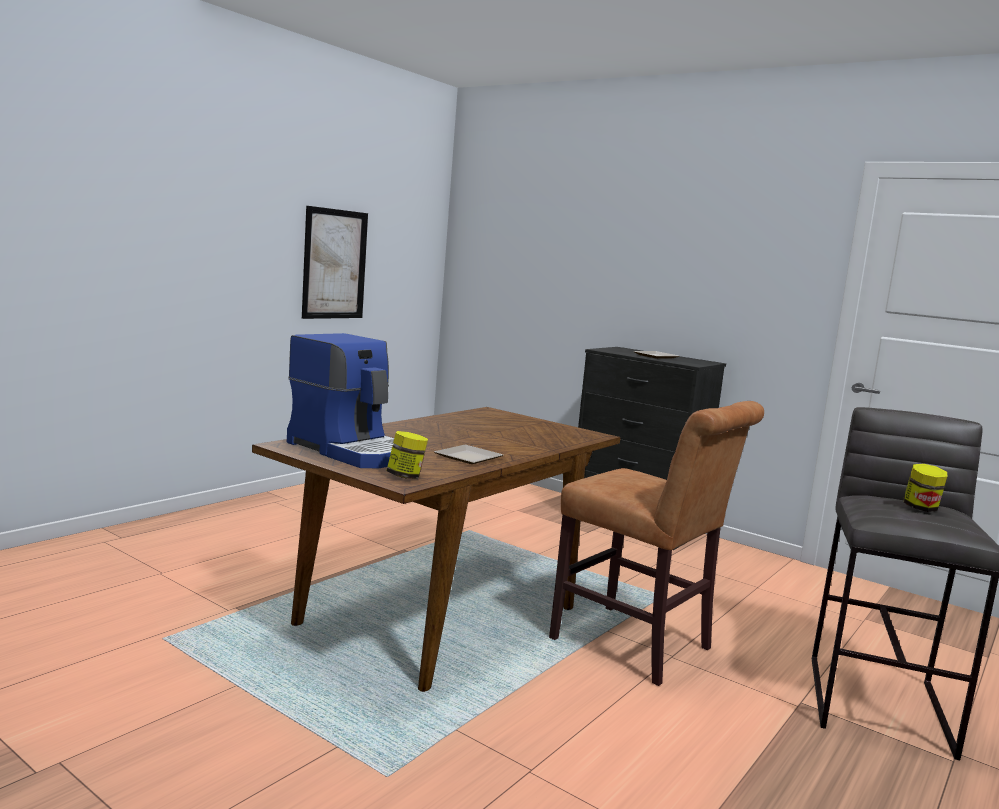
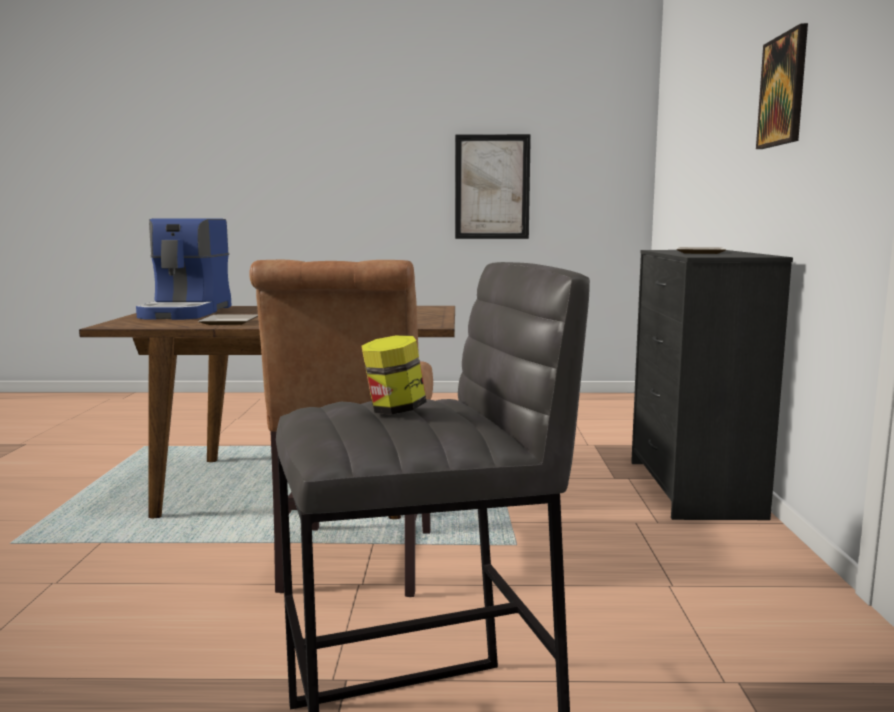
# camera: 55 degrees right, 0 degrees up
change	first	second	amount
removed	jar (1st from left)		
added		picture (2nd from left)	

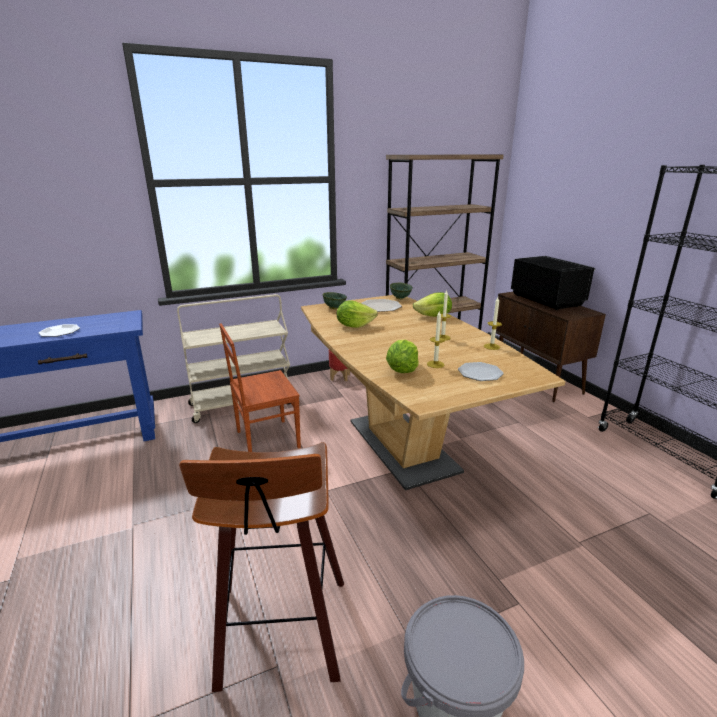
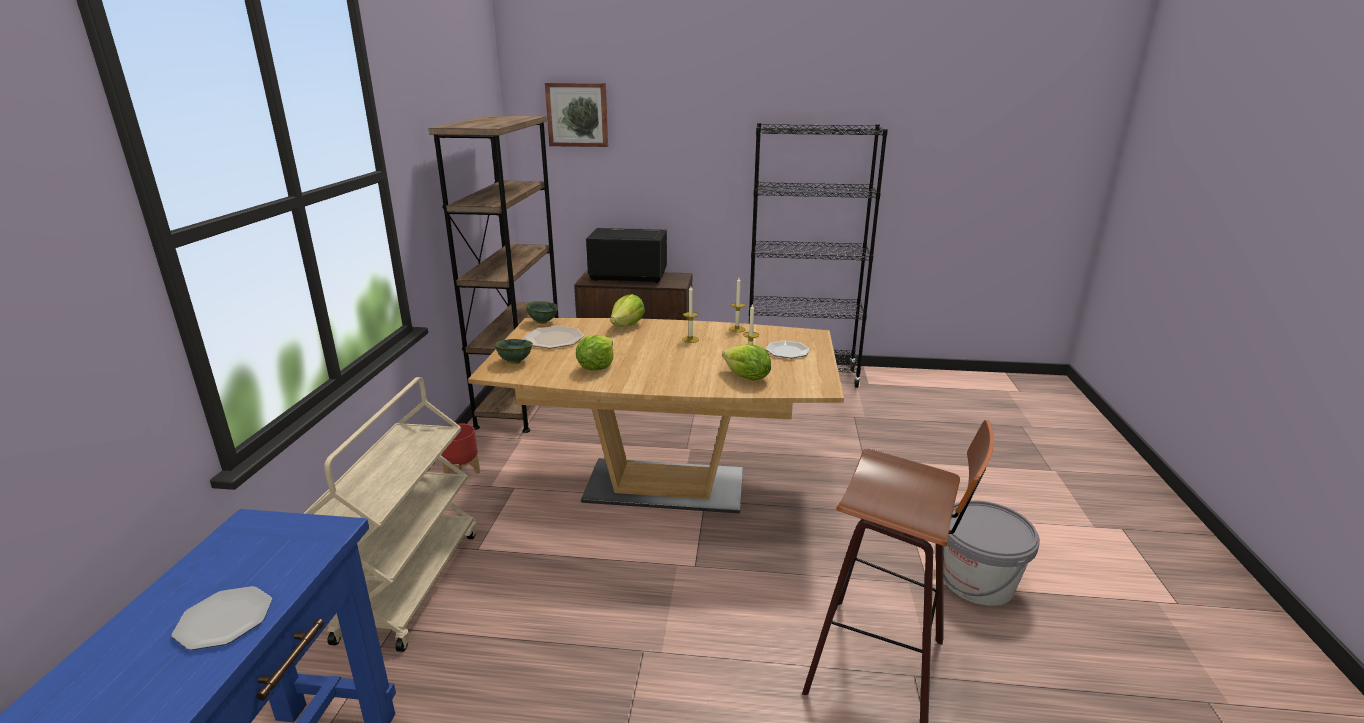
# camera: 60 degrees left, 0 degrees up
change	first	second	amount
removed	brown_chair		
added		picture	

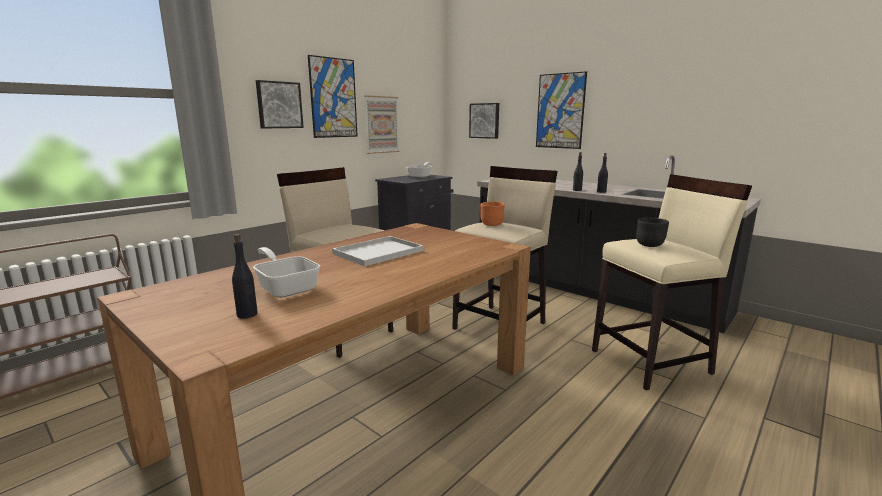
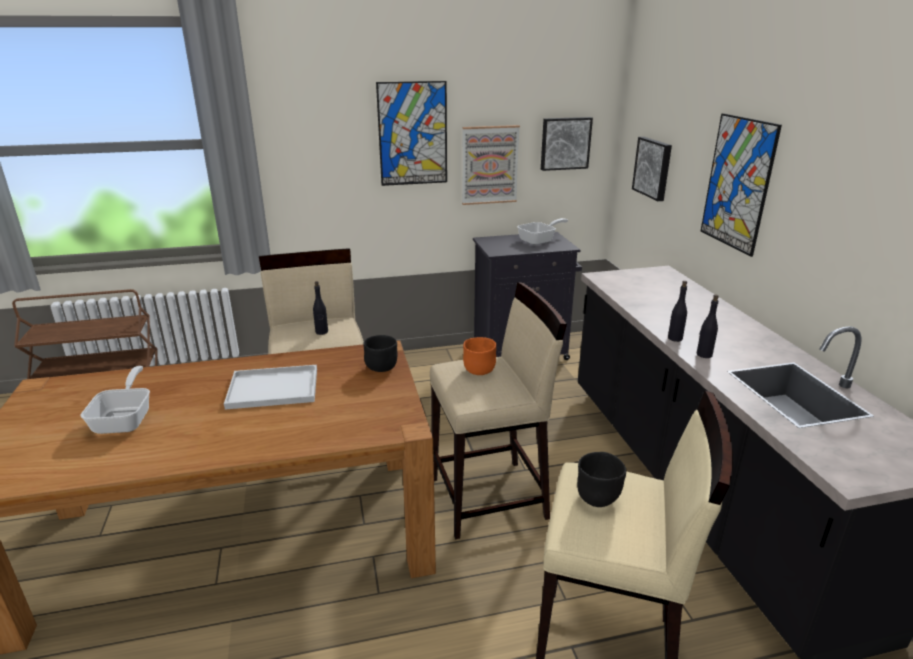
# camera: 35 degrees right, 10 degrees up
change	first	second	amount
moved	picture (1st from left in the first image)	picture (3rd from left)	
moved	black_bottle (1st from left)		
added		black_bowl (1st from left)	

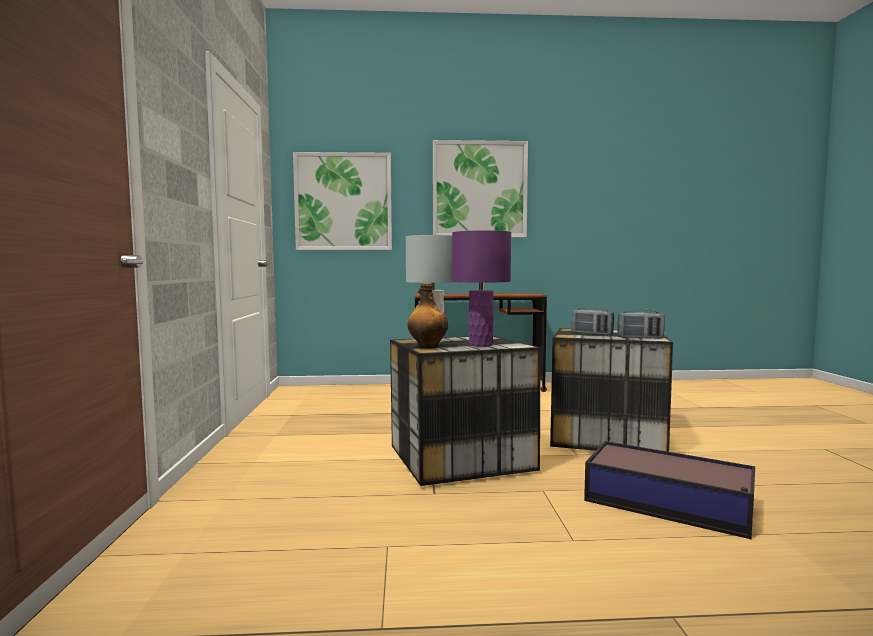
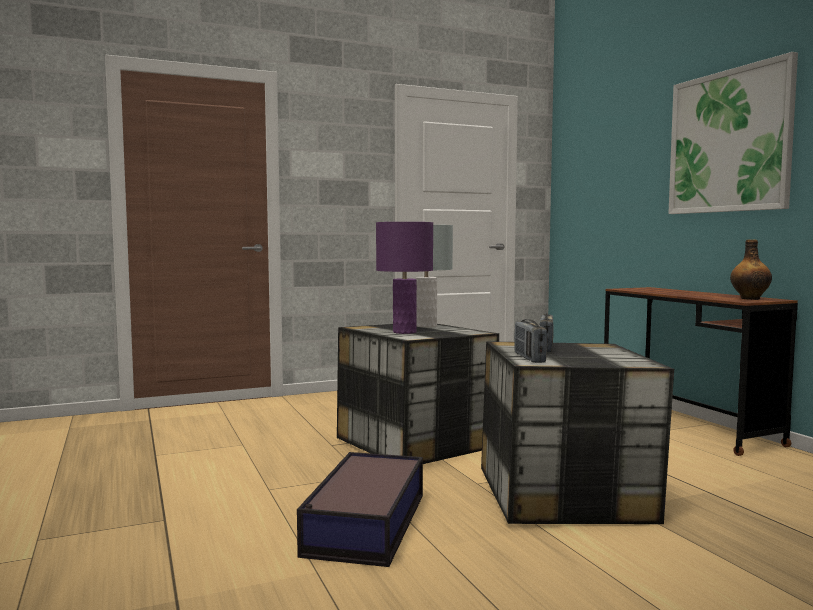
# camera: 70 degrees right, 0 degrees up
change	first	second	amount
removed	picture (1st from left)		
moved	bottle		

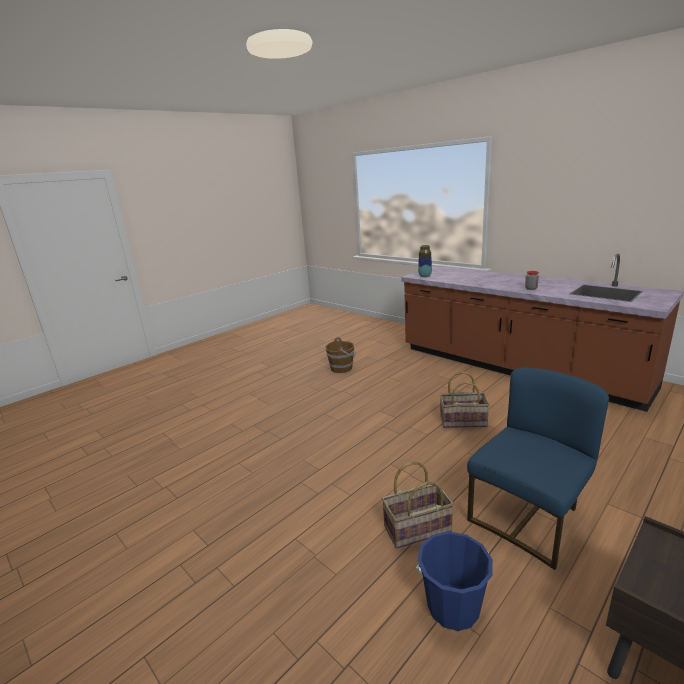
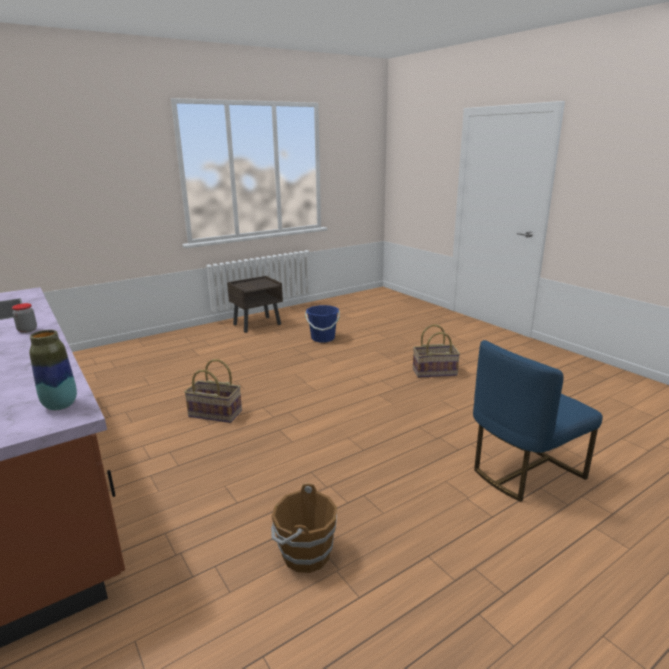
# camera: 170 degrees left, 0 degrees up
change	first	second	amount
moved	blue_chair		
moved	basket (1st from left in the first image)	basket (2nd from left)	

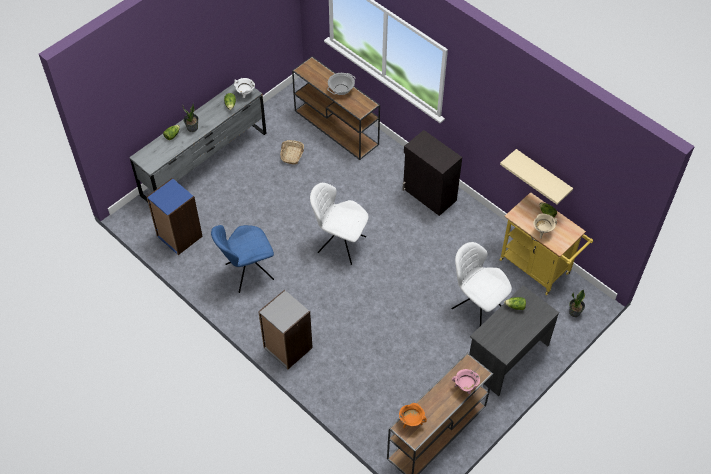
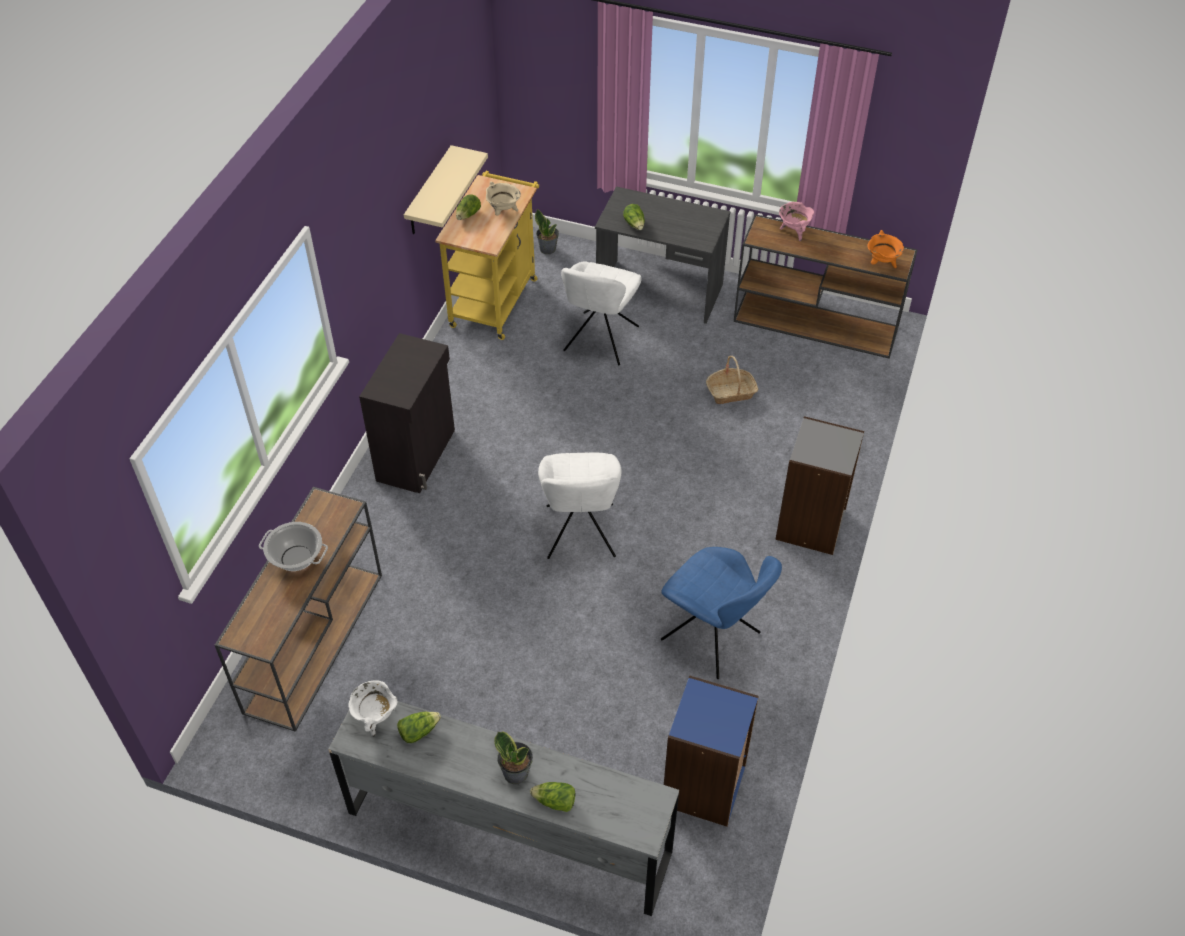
# camera: 115 degrees left, 5 degrees down
change	first	second	amount
moved	basket		

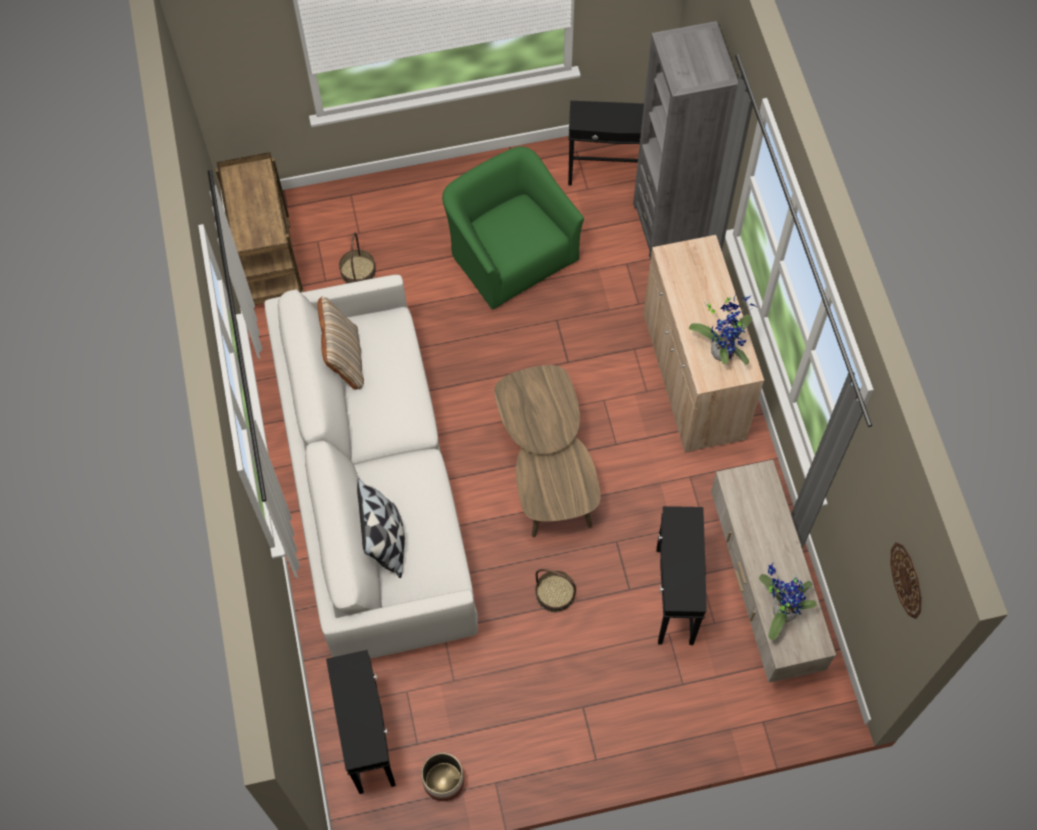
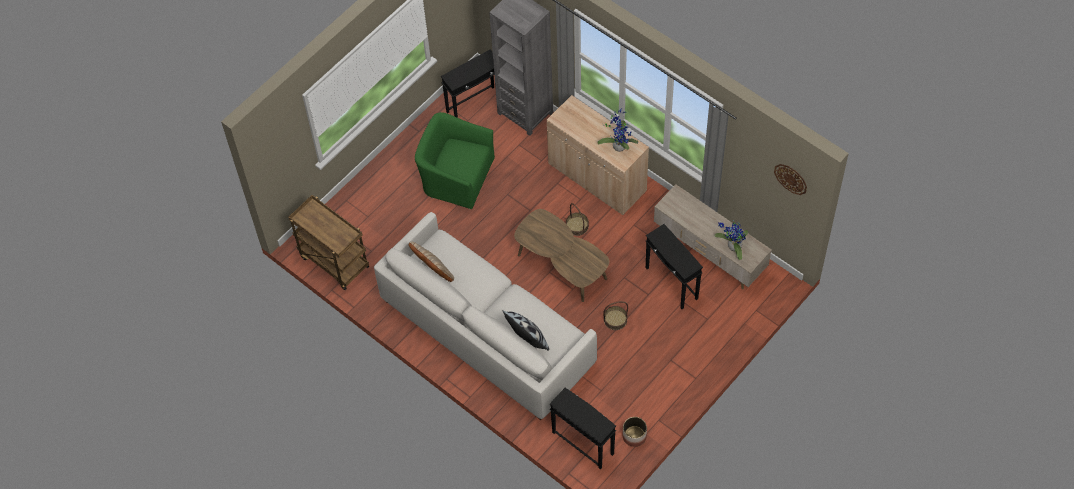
# camera: 35 degrees left, 5 degrees down
change	first	second	amount
moved	basket (1st from left)		

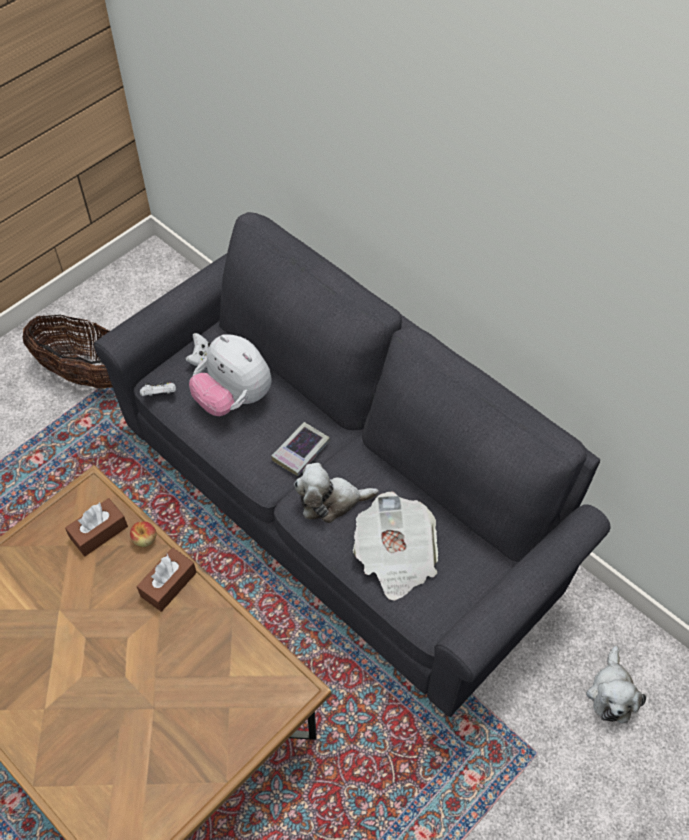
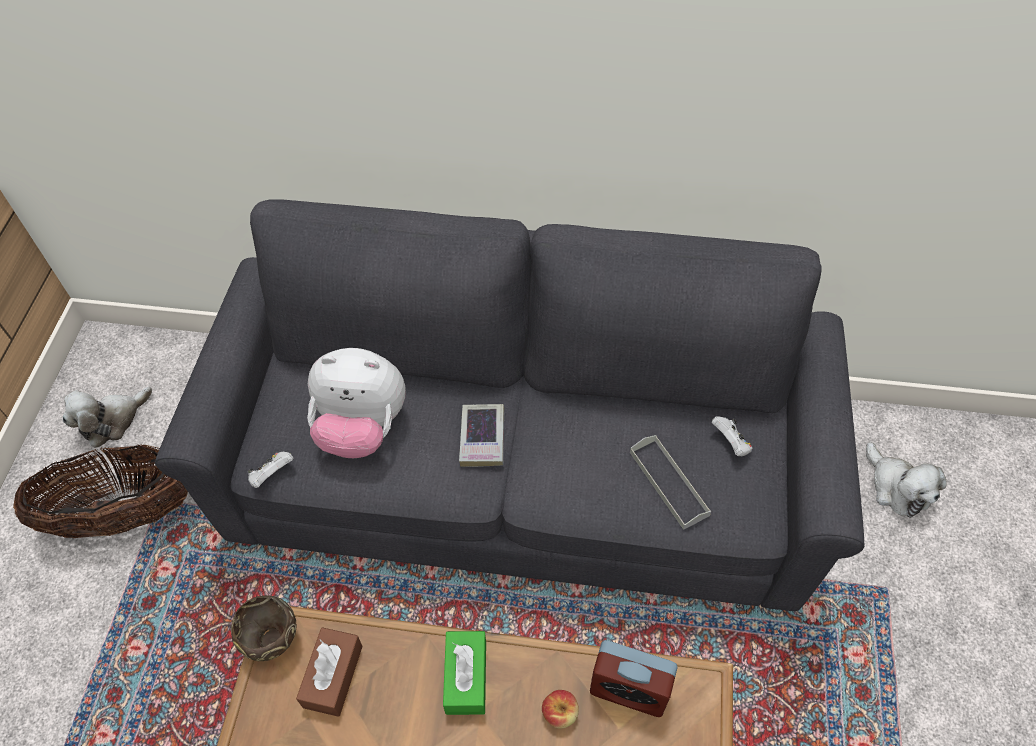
# camera: 35 degrees left, 0 degrees up
change	first	second	amount
moved	white_game_controller (2nd from left)		
moved	plush_toy (2nd from left in the first image)	plush_toy (1st from left)	
replaced	newspaper	grey_tray	
moved	apple		
recoloured	brown_tissue_box (2nd from left)	green_tissue_box	
added		brown_bowl	
added		alarm_clock	

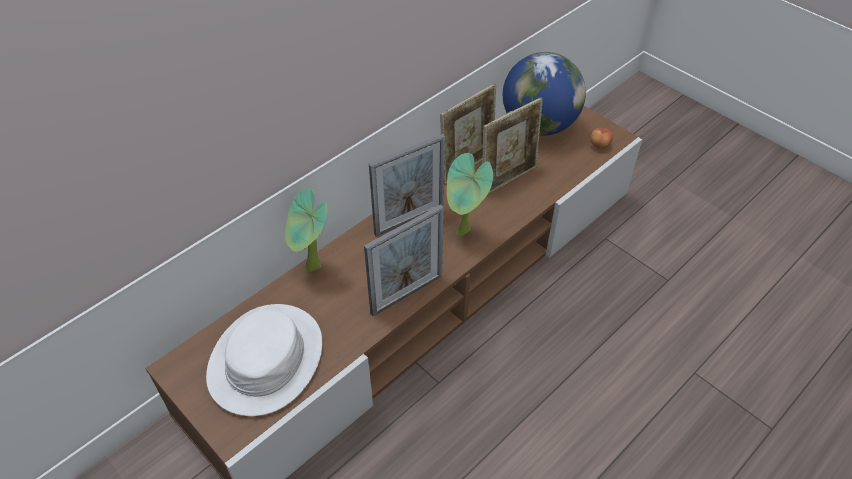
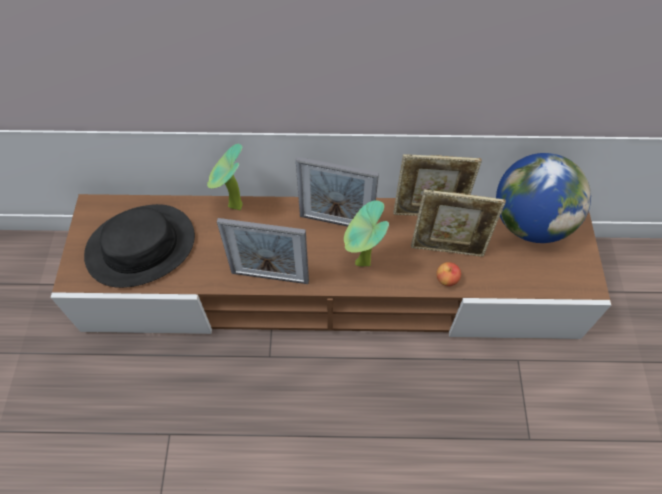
# camera: 45 degrees right, 10 degrees up
change	first	second	amount
moved	apple		
recoloured	white_hat	black_hat	

